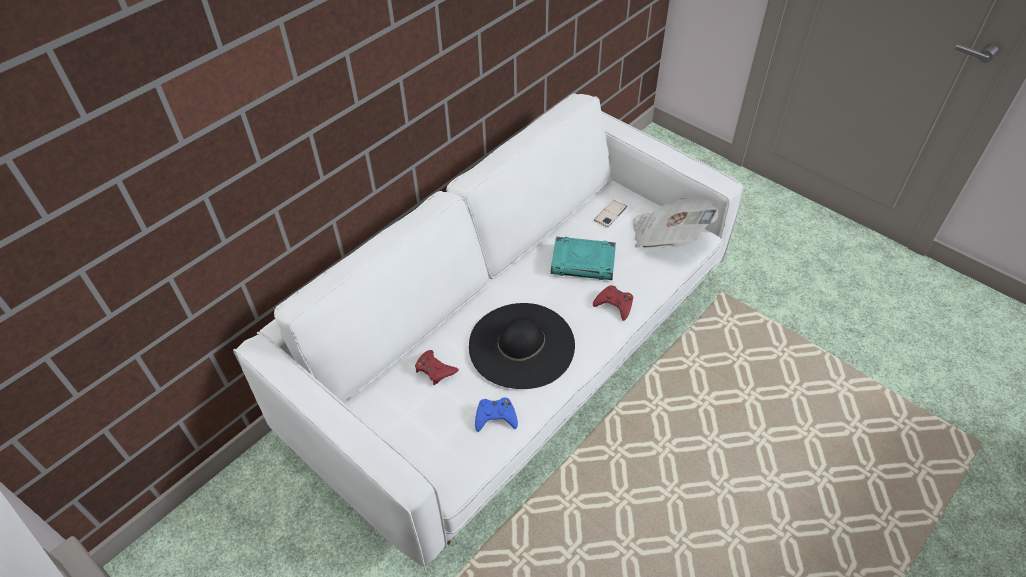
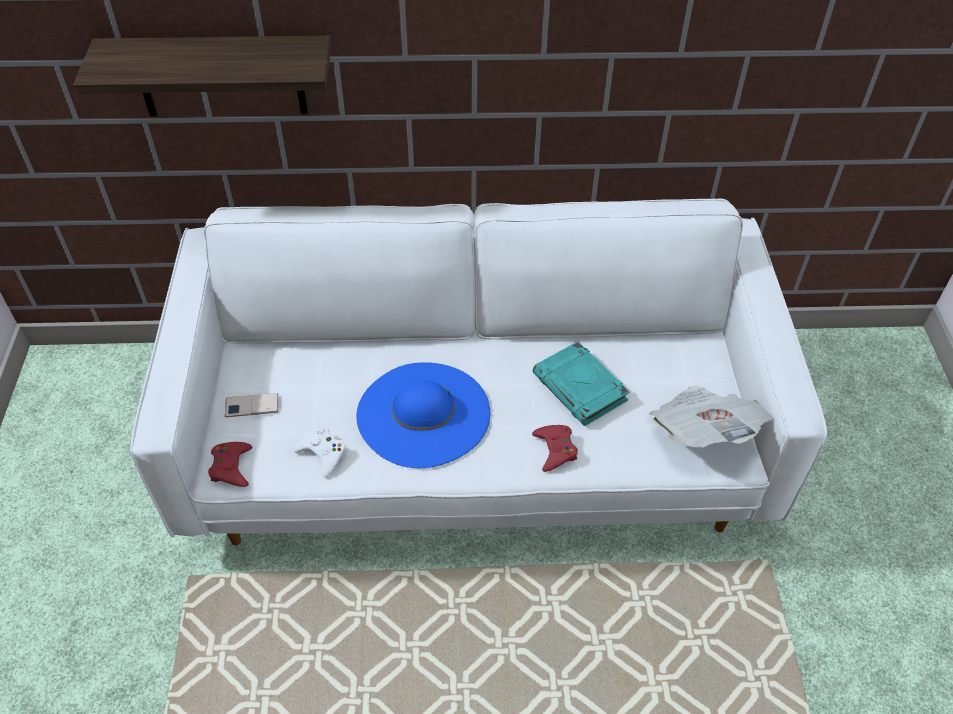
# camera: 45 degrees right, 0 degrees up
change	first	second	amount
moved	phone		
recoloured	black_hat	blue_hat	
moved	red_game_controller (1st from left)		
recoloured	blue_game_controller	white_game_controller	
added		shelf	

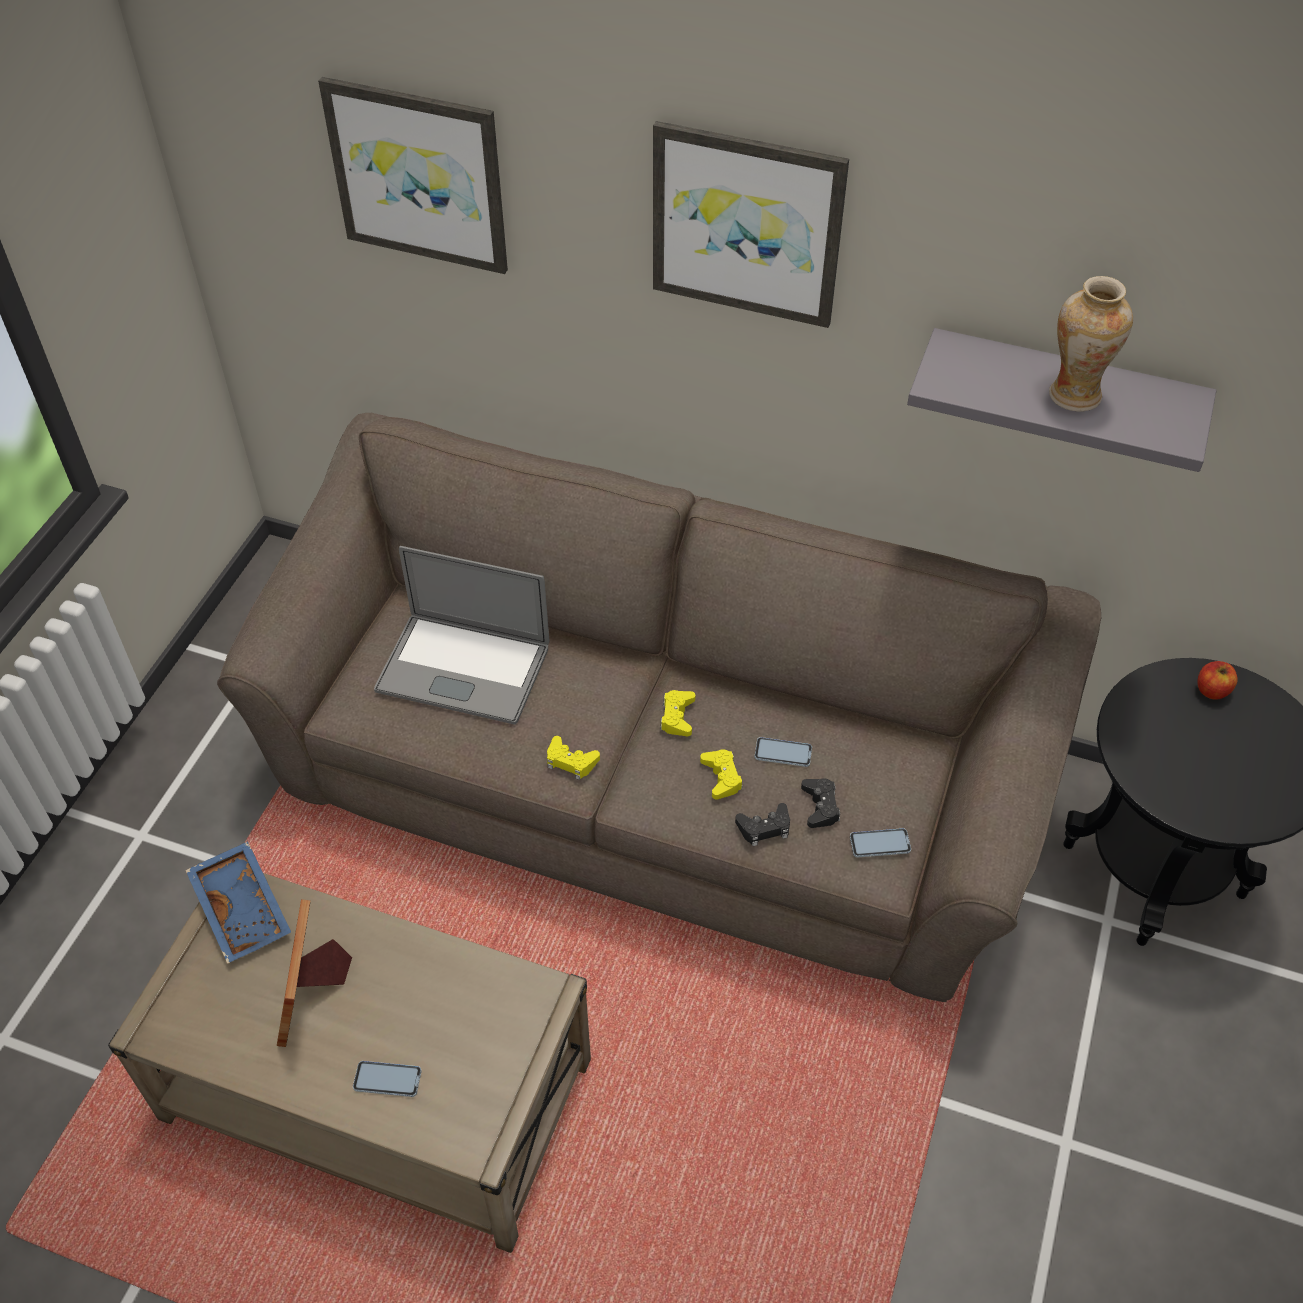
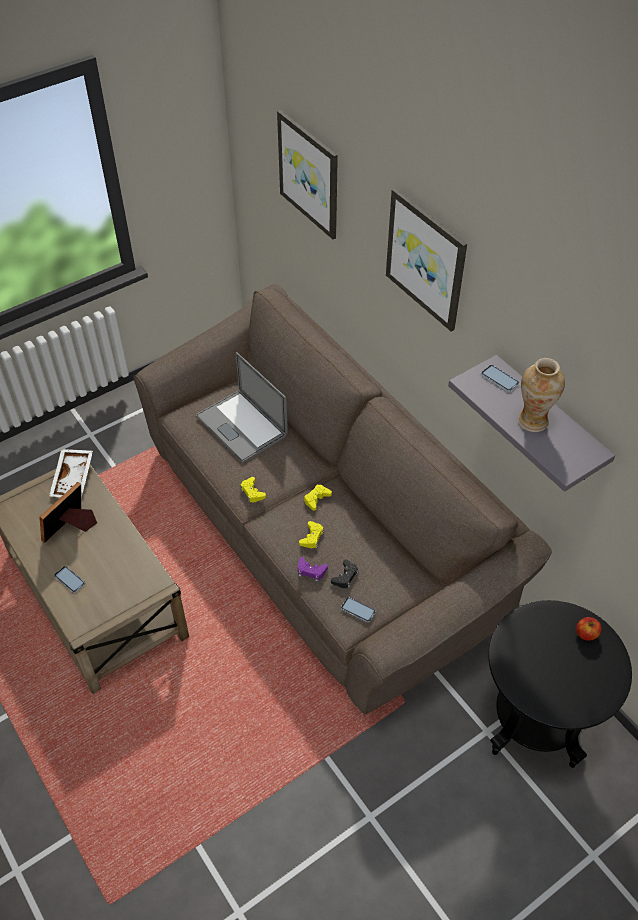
# camera: 35 degrees right, 0 degrees up
change	first	second	amount
moved	phone (2nd from left in the first image)	phone (3rd from left)	
recoloured	black_game_controller (1st from left)	purple_game_controller	
recoloured	blue_tray	white_tray	

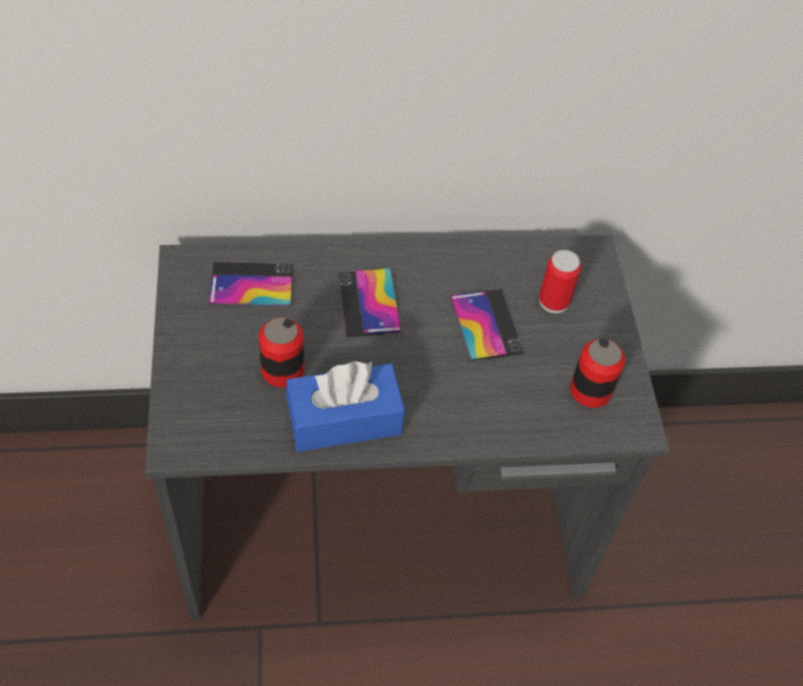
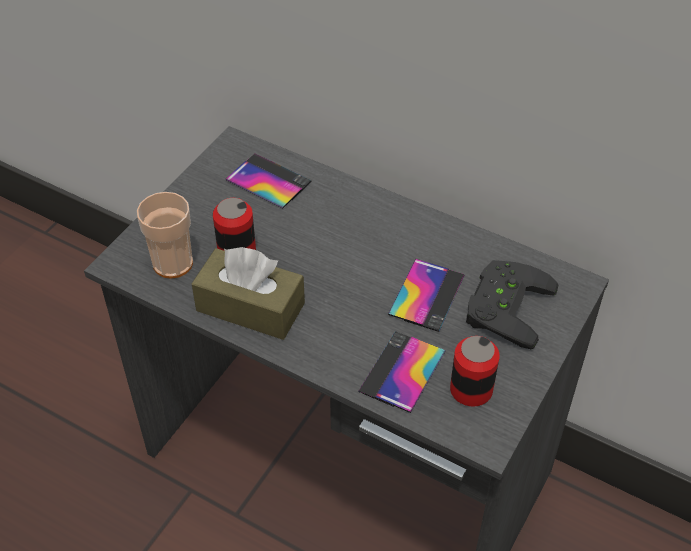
# camera: 40 degrees right, 5 degrees down
change	first	second	amount
replaced	can (2nd from left)	black_game_controller	
moved	phone (2nd from left)		
recoloured	blue_tissue_box	brown_tissue_box	
added		cup	

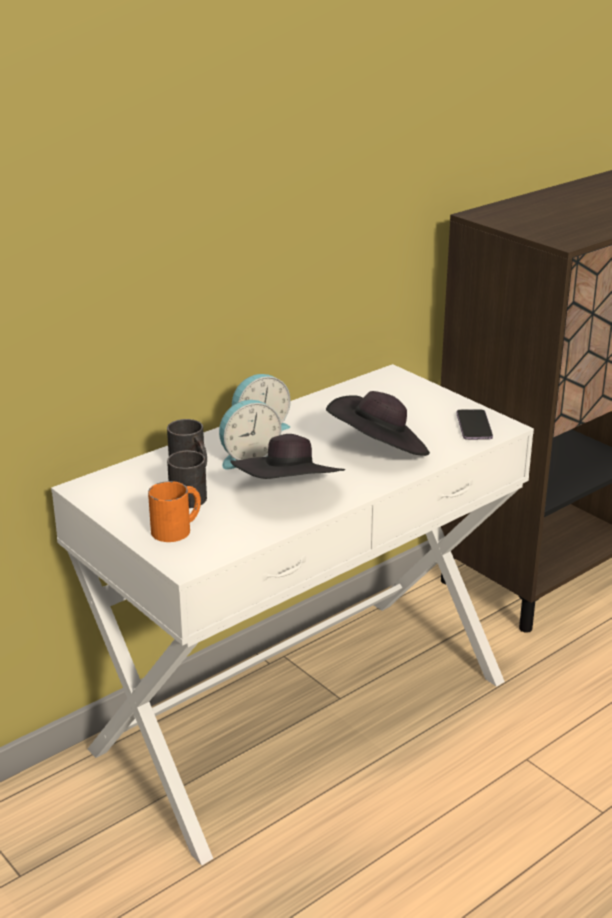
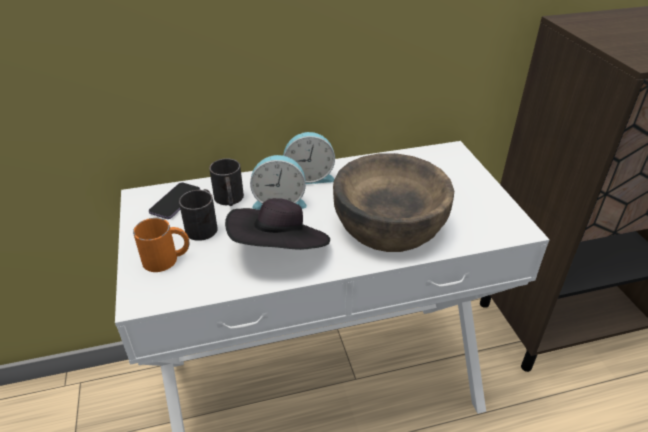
# camera: 25 degrees right, 10 degrees up
change	first	second	amount
replaced	black_hat (2nd from left)	brown_bowl	
moved	phone		

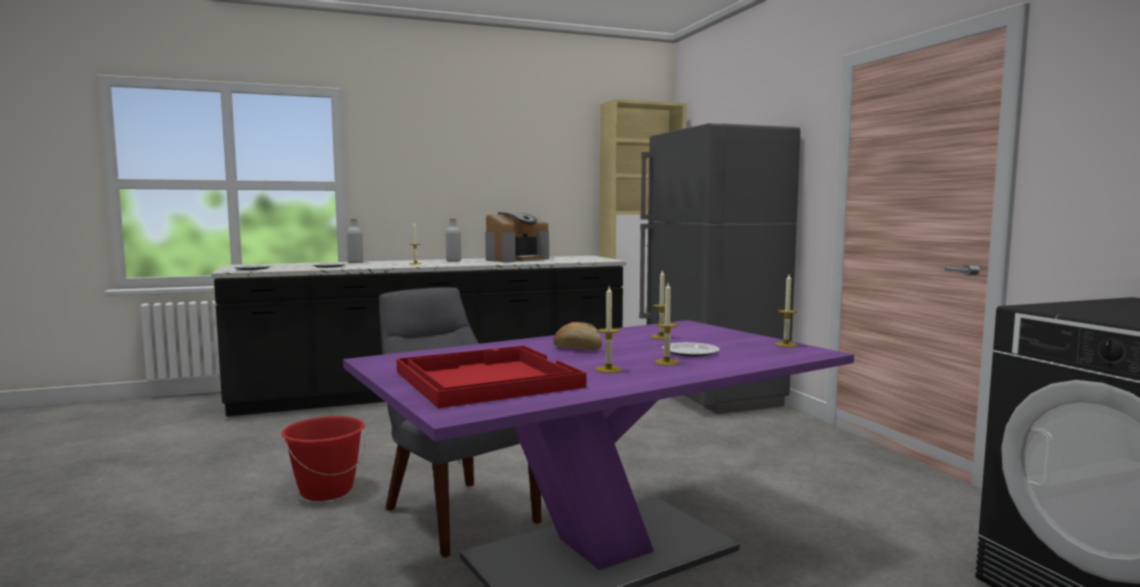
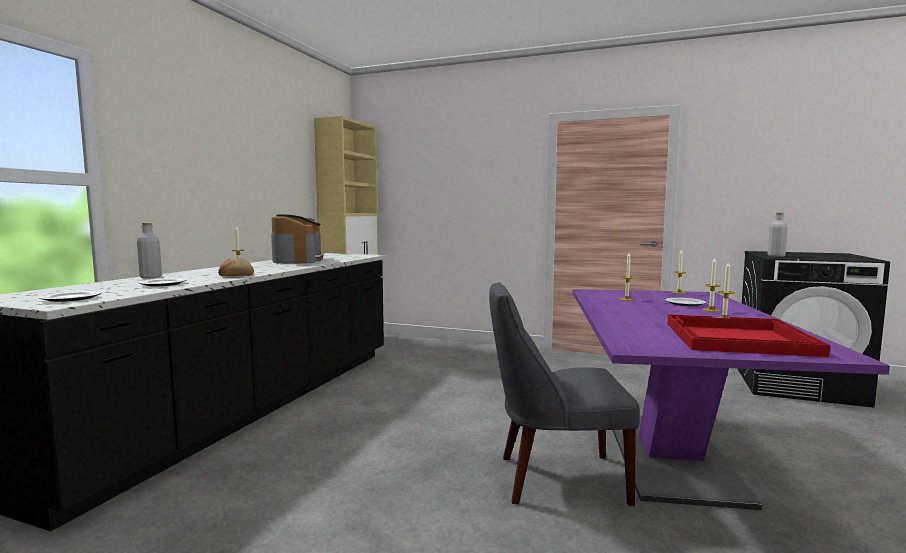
# camera: 50 degrees left, 0 degrees up
change	first	second	amount
removed	grey_fridge		
moved	grey_bottle (2nd from left)		
moved	bread		
removed	red_bucket		

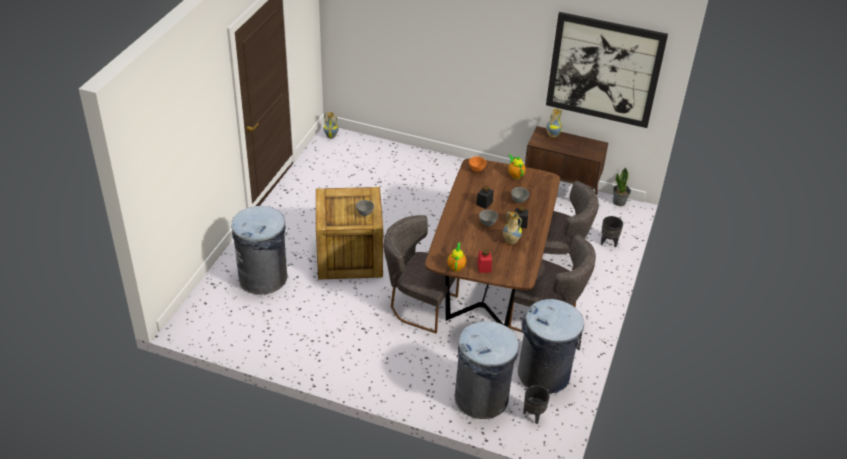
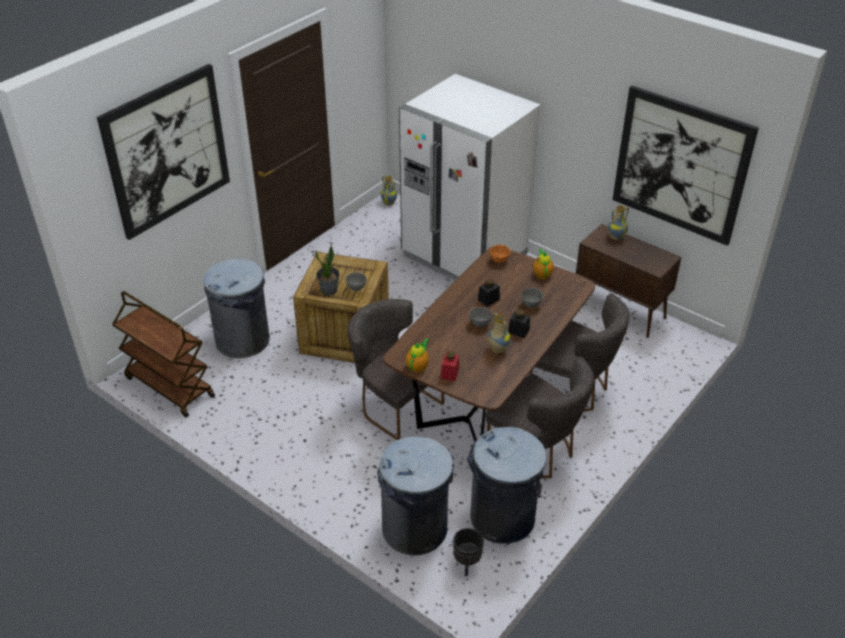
# camera: 20 degrees right, 0 degrees up
change	first	second	amount
moved	potted_plant		
removed	black_planter (2nd from left)		
added		picture (1st from left)	
added		white_fridge	
added		brown_cart	

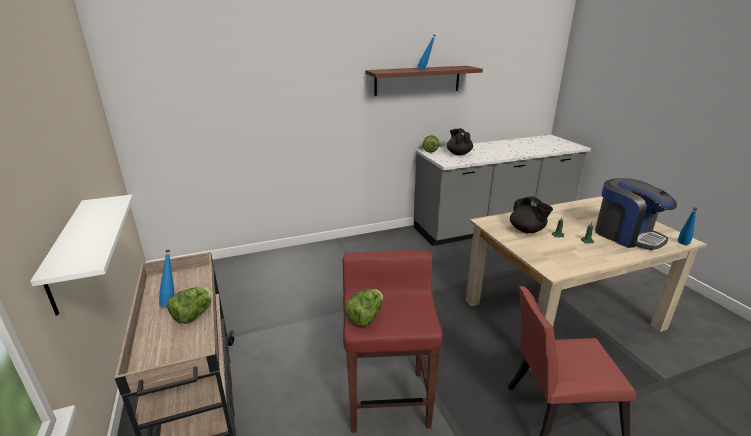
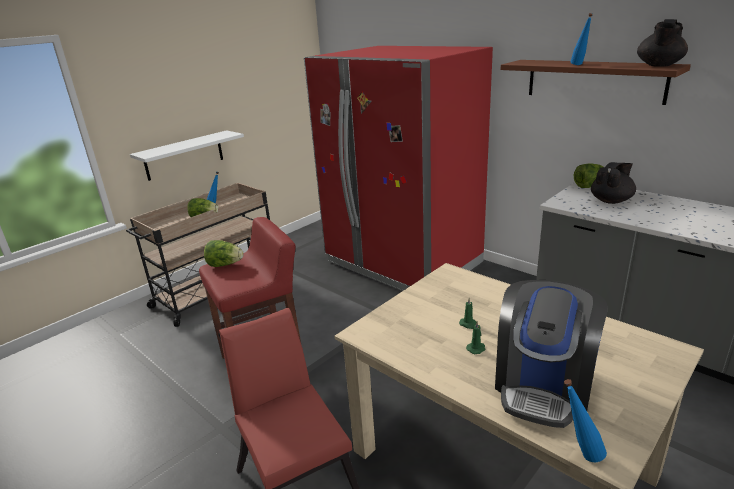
# camera: 65 degrees right, 0 degrees up
change	first	second	amount
moved	black_teapot (2nd from left)		
added		red_fridge	

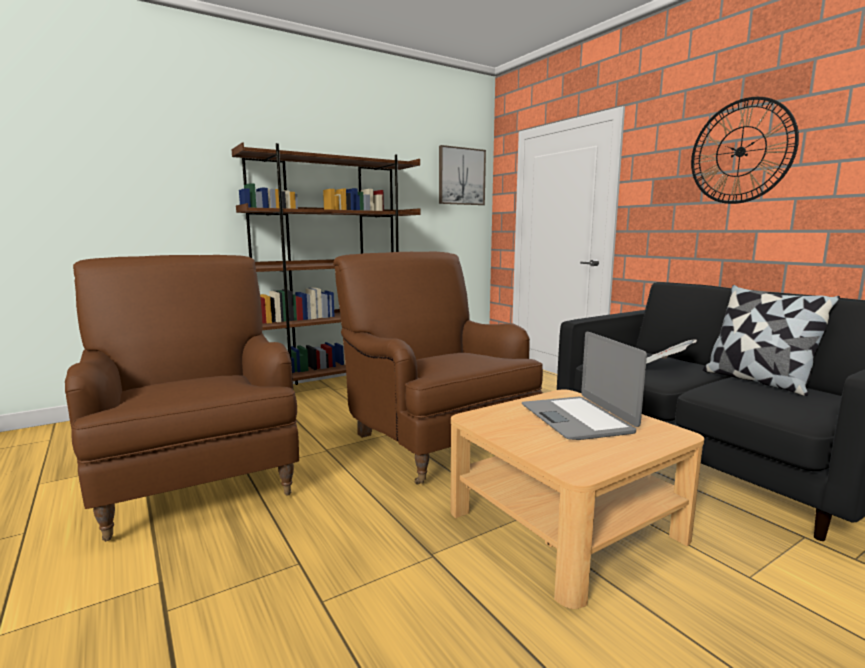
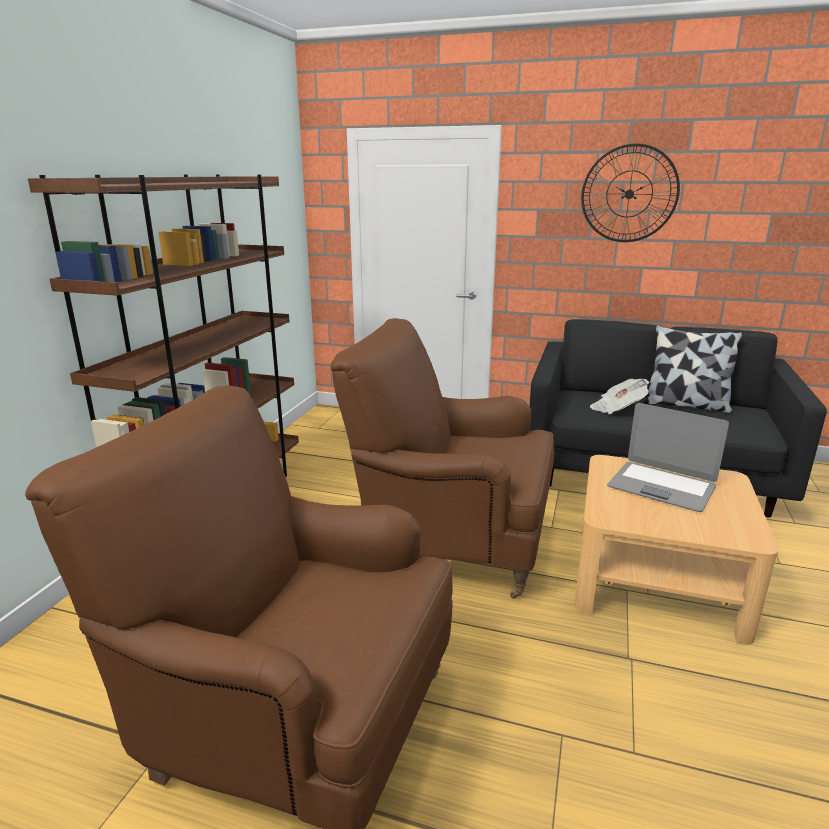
# camera: 40 degrees left, 10 degrees up
change	first	second	amount
removed	picture		

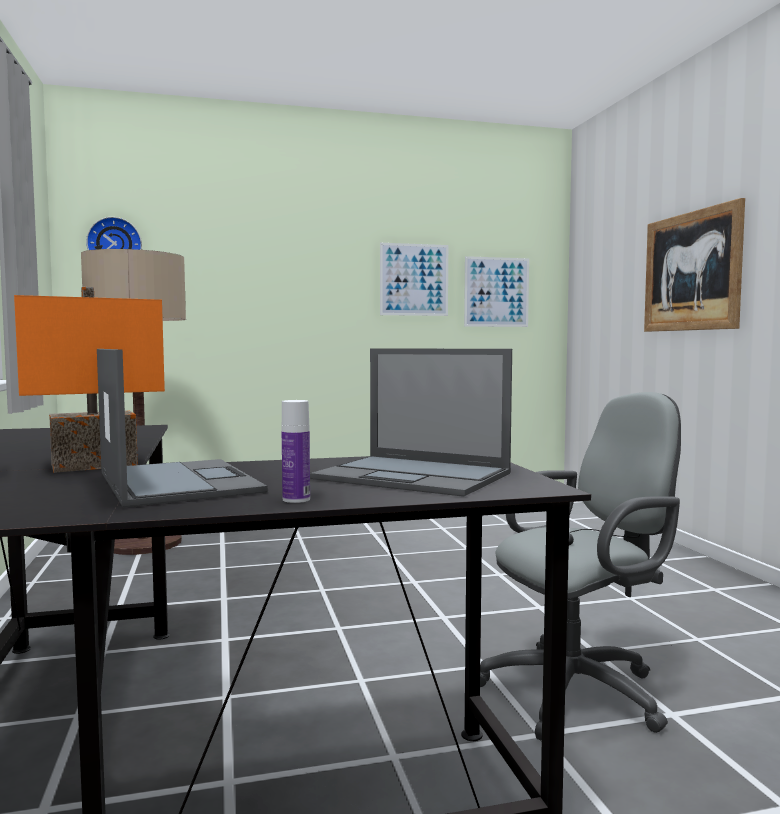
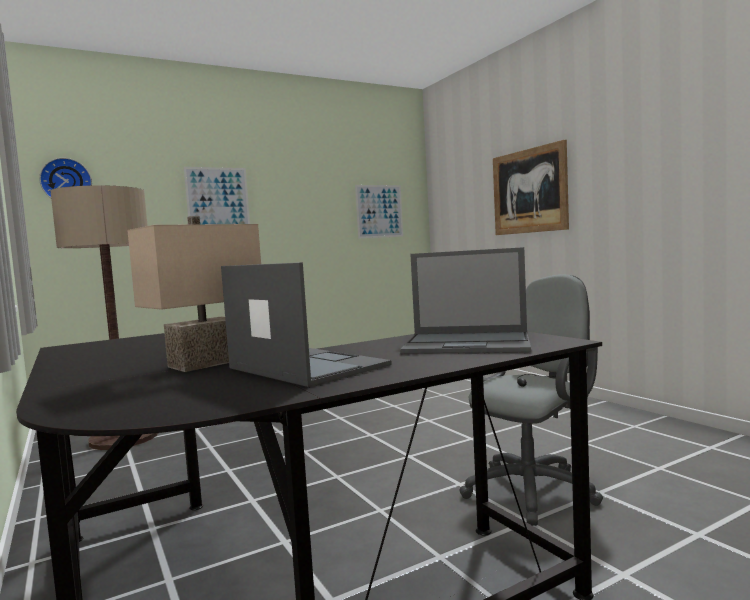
# camera: 15 degrees left, 0 degrees up
change	first	second	amount
moved	picture (1st from left)		
recoloured	orange_table_lamp	beige_table_lamp	
removed	bottle		

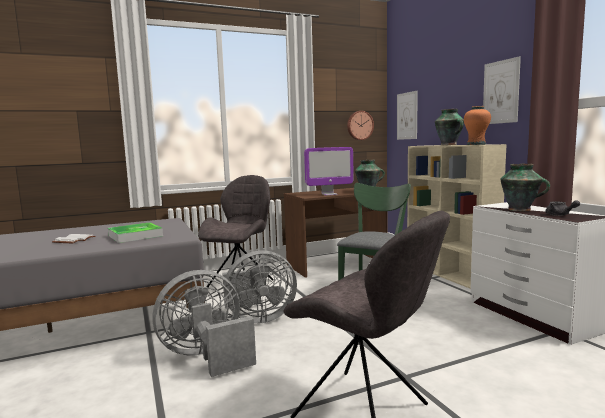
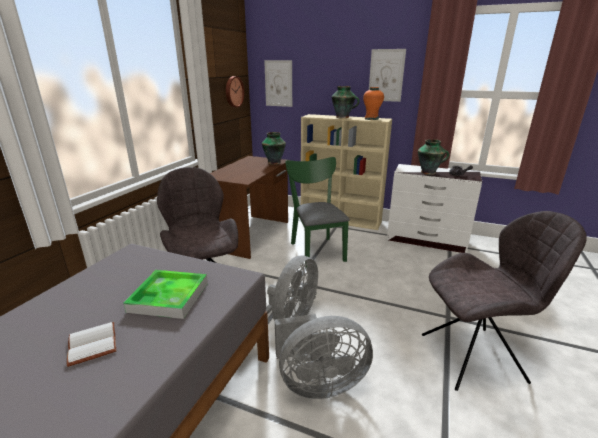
# camera: 45 degrees left, 15 degrees up
change	first	second	amount
removed	monitor		
turned	grey_fan (1st from left in the first image)	grey_fan (2nd from left)	120 degrees counterclockwise

